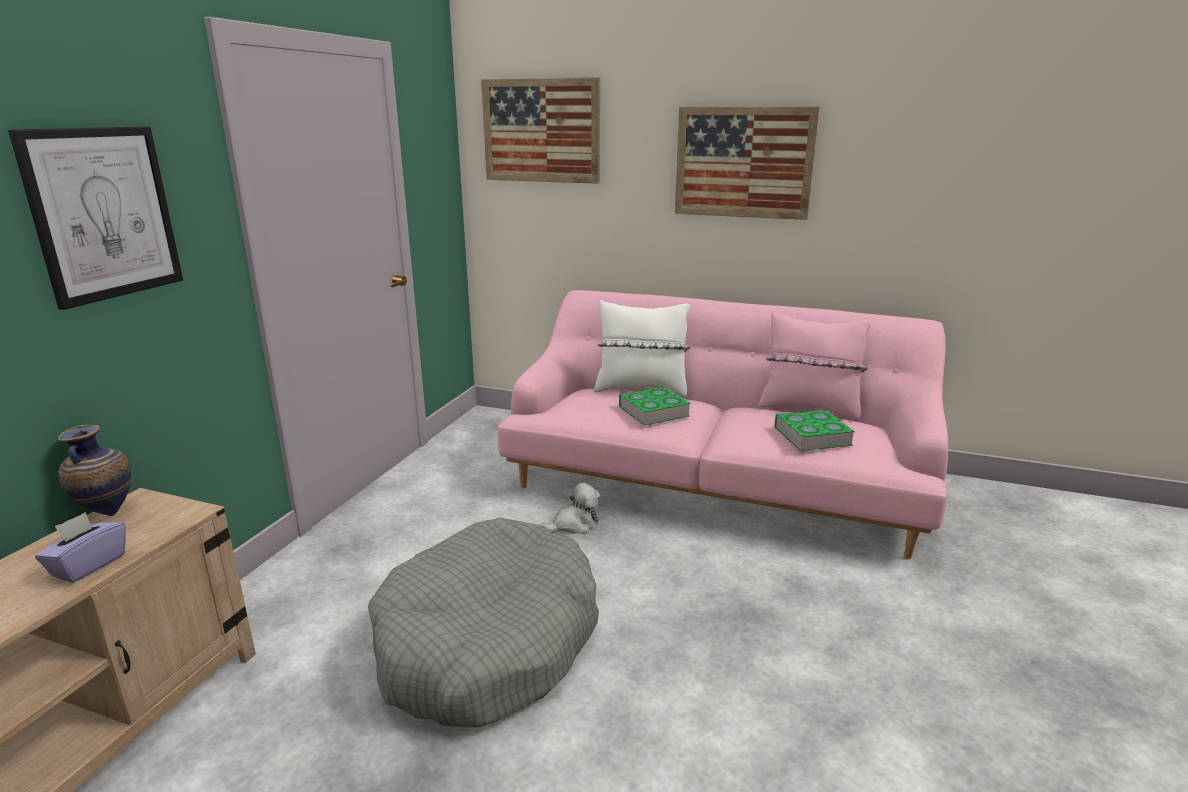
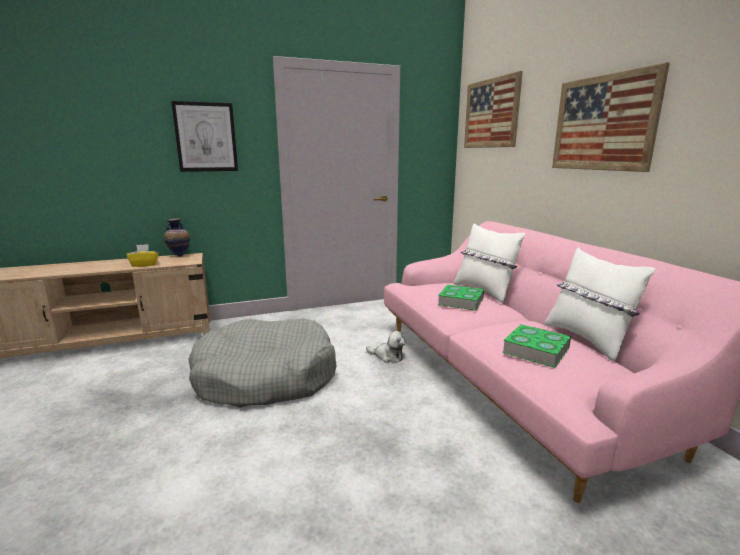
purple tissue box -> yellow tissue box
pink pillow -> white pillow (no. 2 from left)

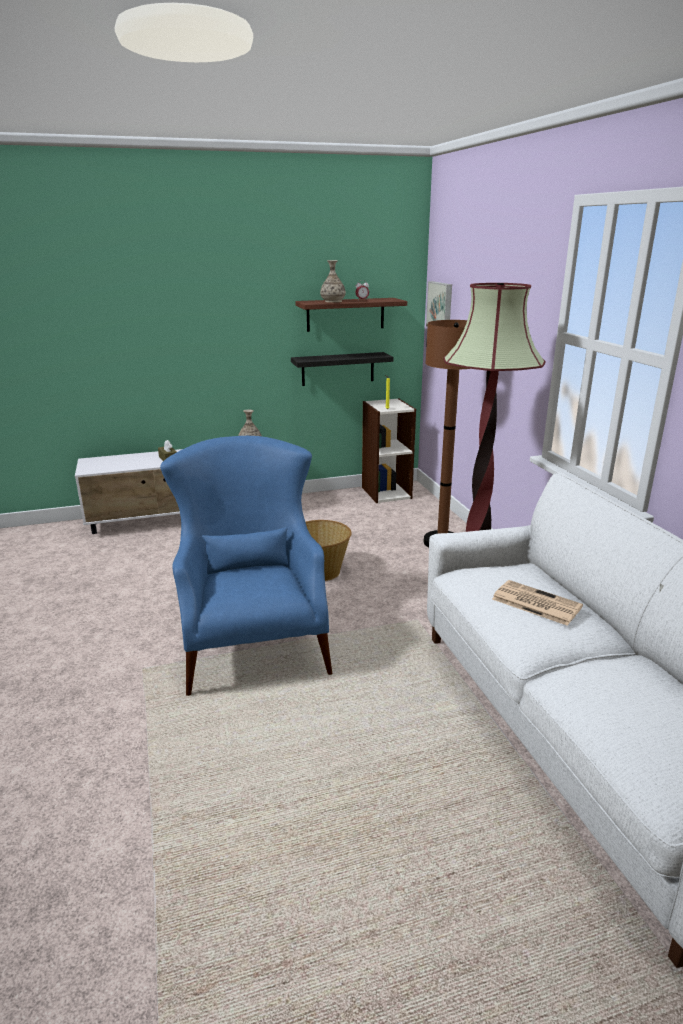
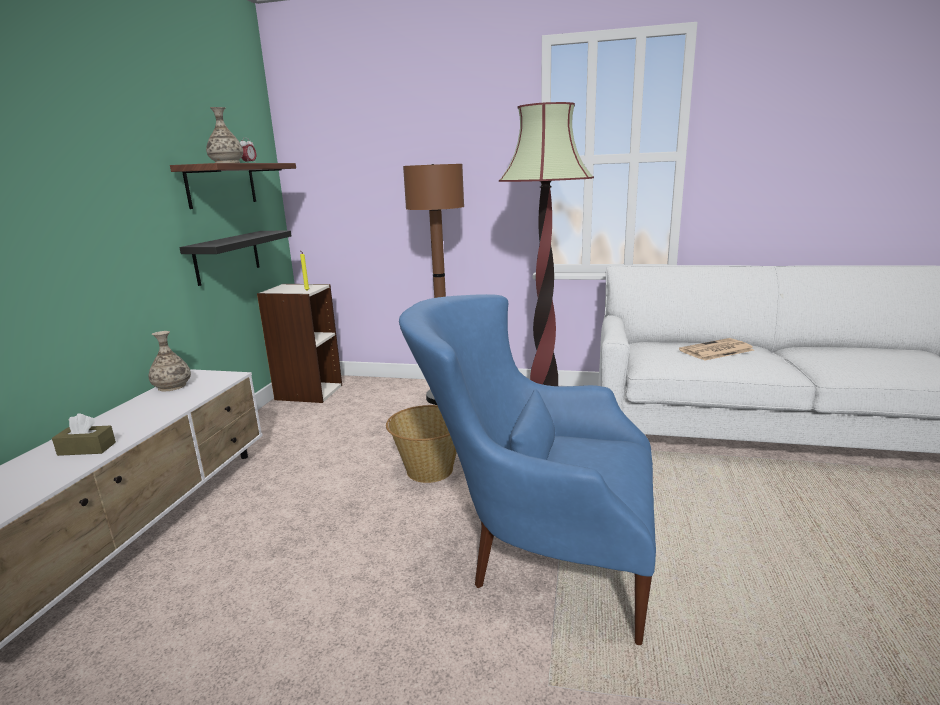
picture -> none

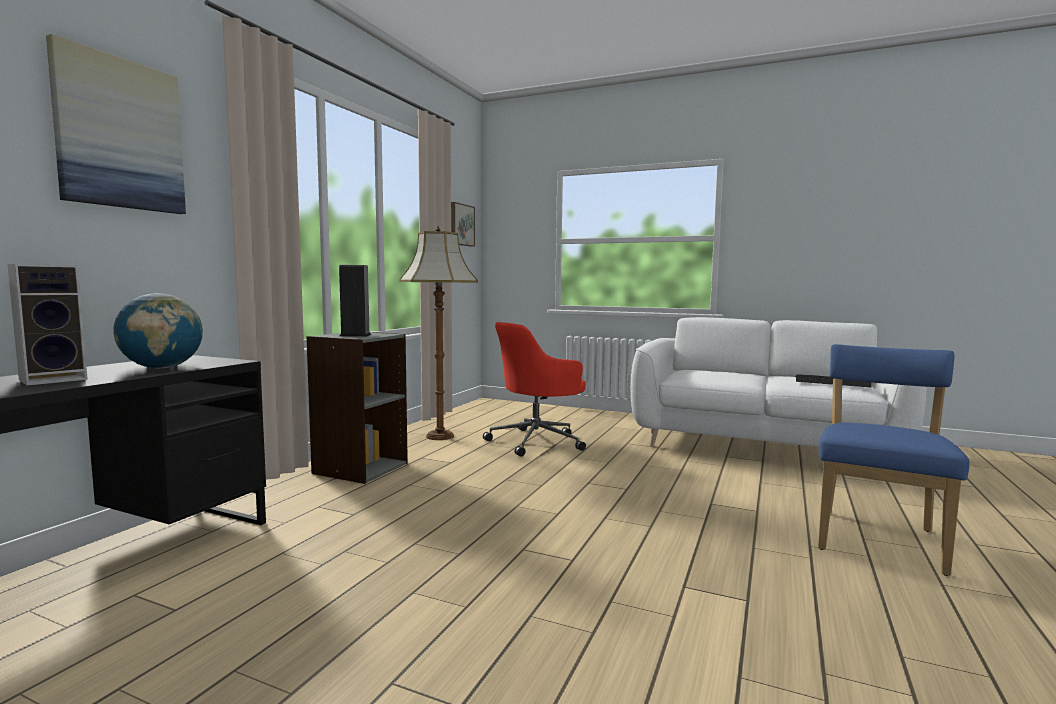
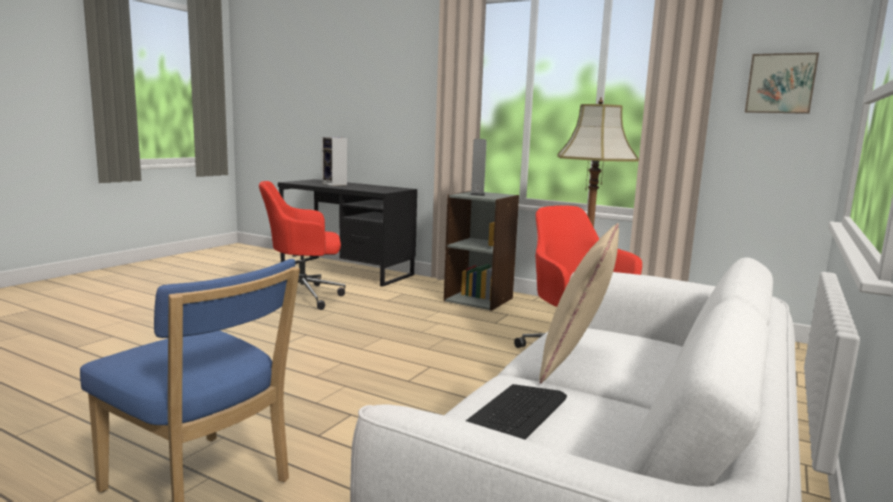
none -> red office chair (no. 1 from left)
none -> beige pillow
picture (no. 1 from left) -> none
globe -> none

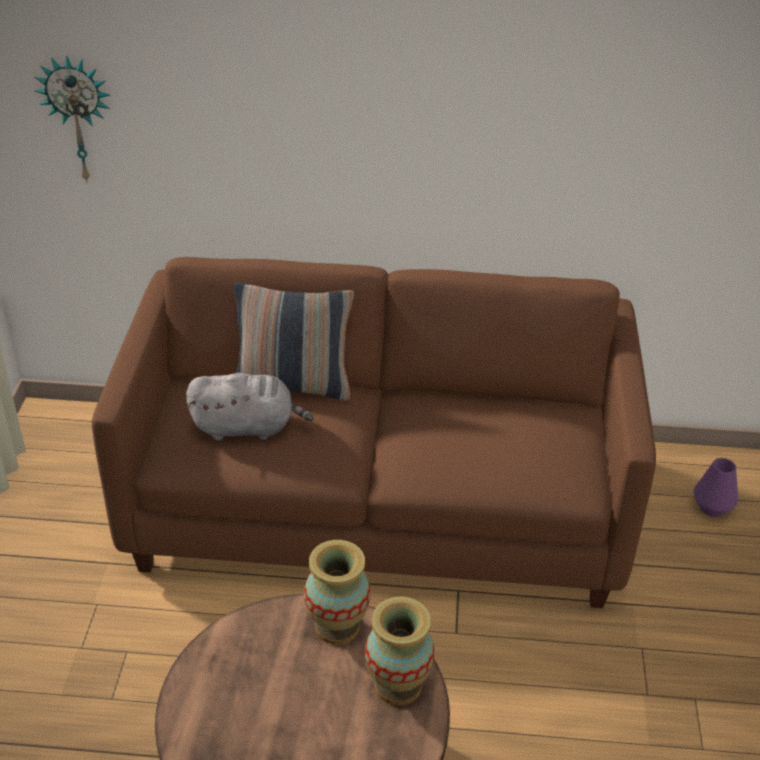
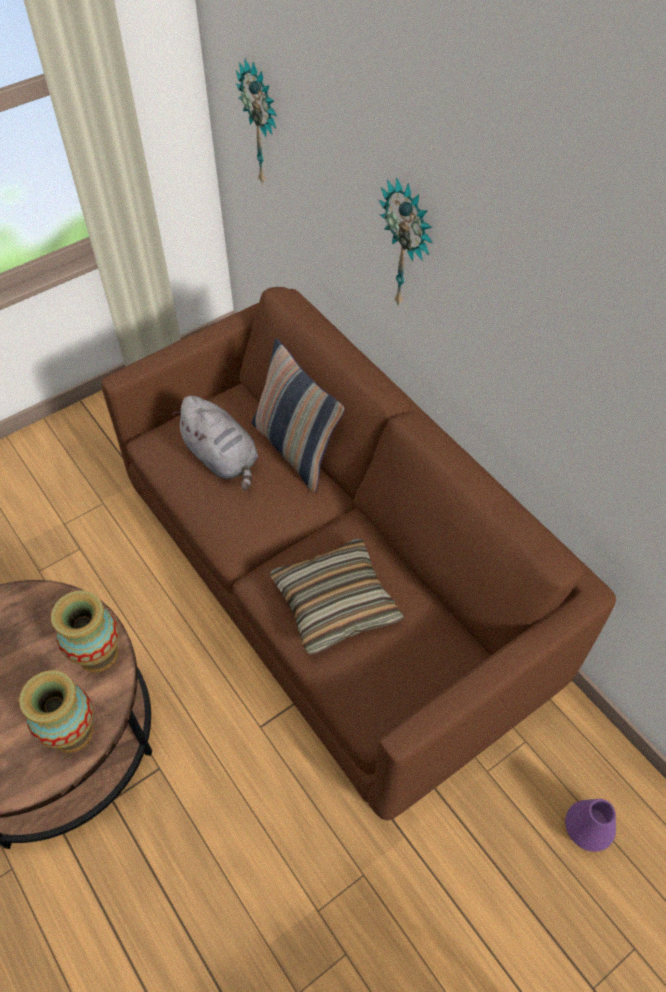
none -> pillow (no. 2 from left)
none -> wall clock (no. 2 from left)

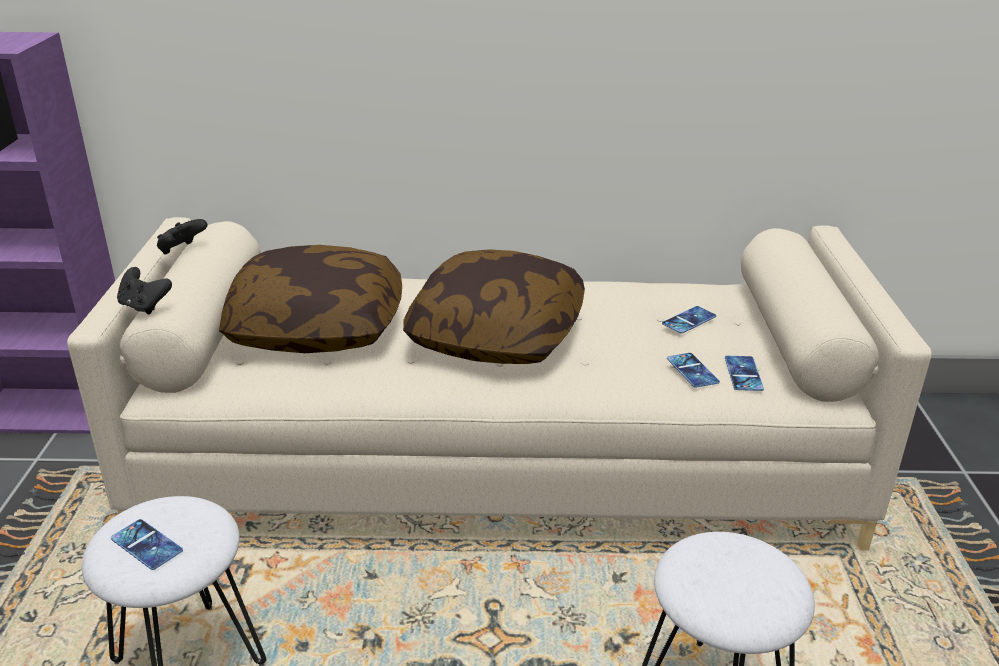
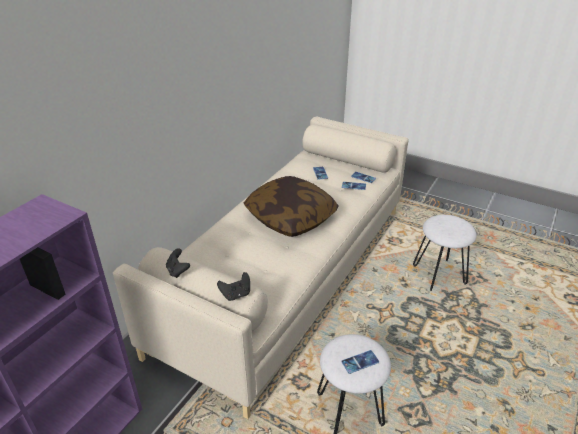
pillow (no. 1 from left) -> none

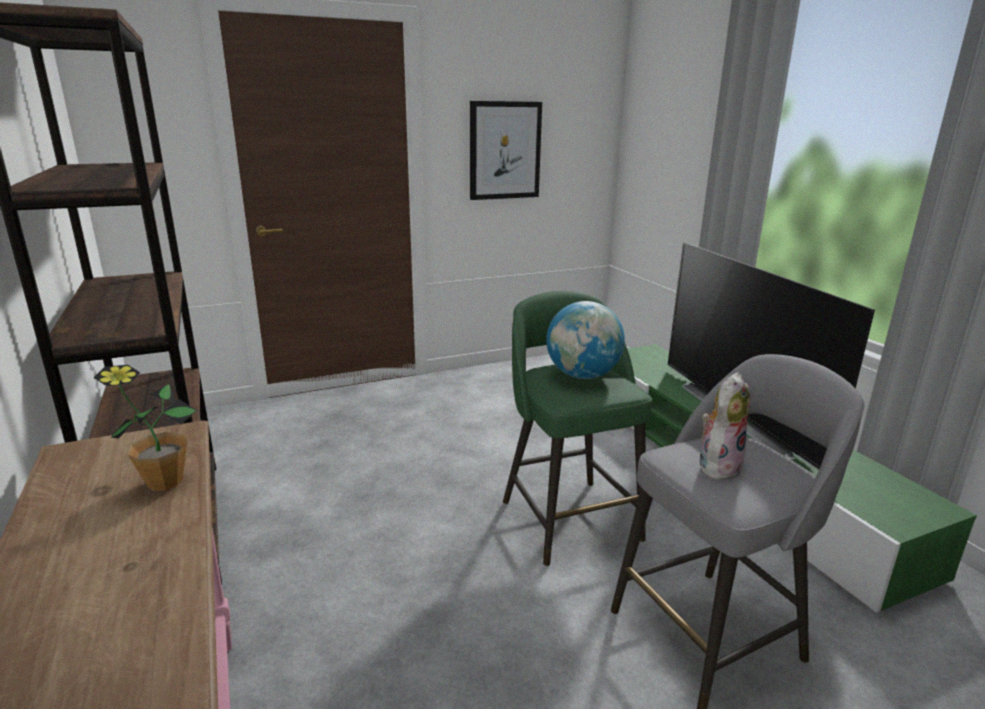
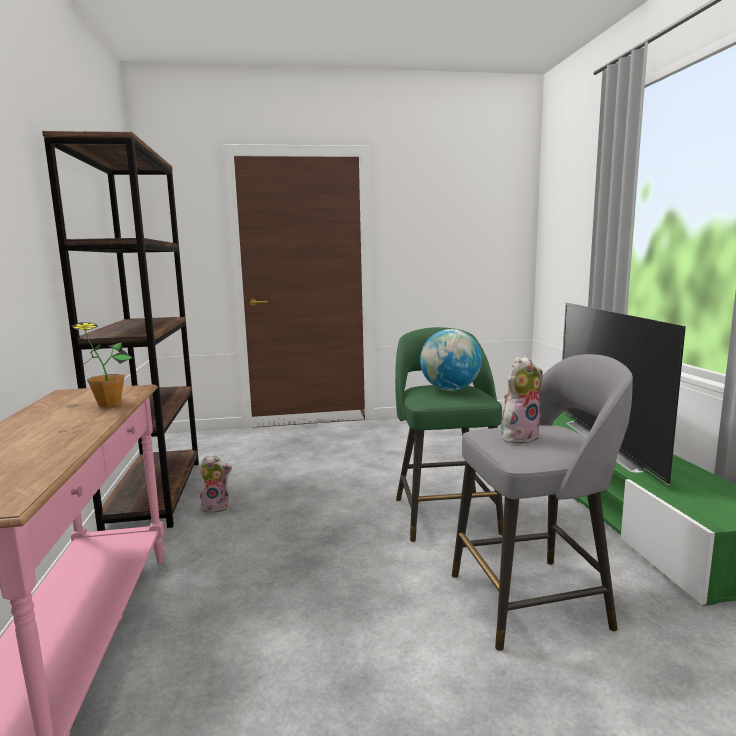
none -> plush toy (no. 1 from left)
picture -> none

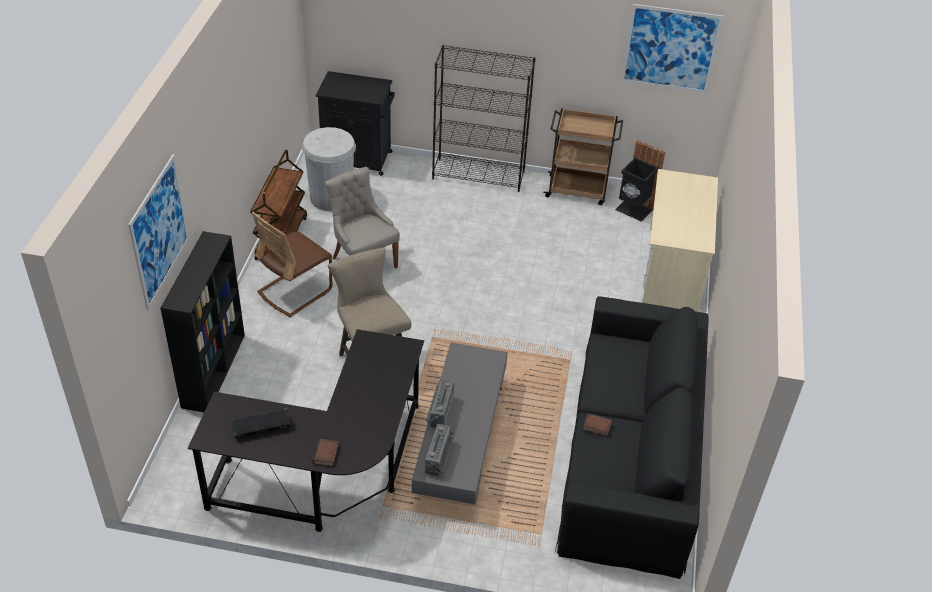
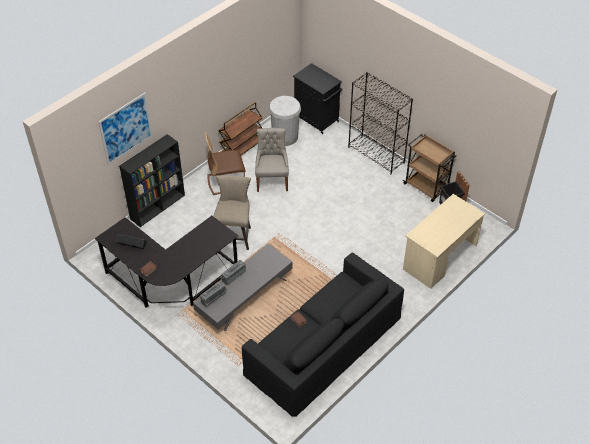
picture (no. 2 from left) -> none

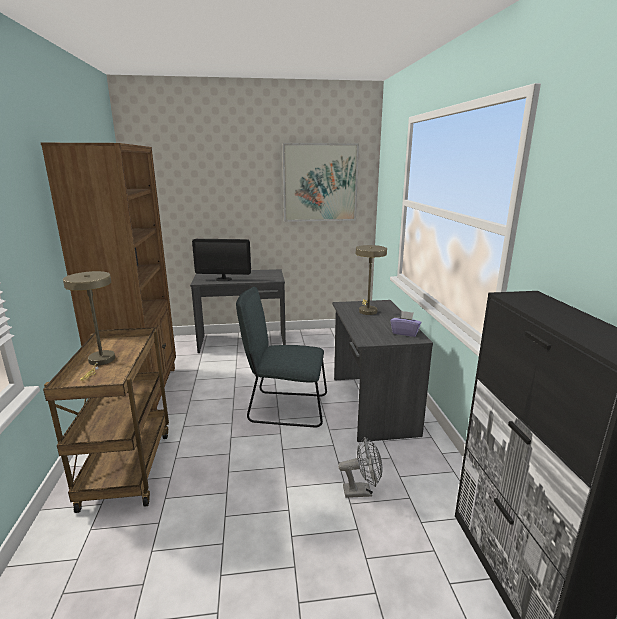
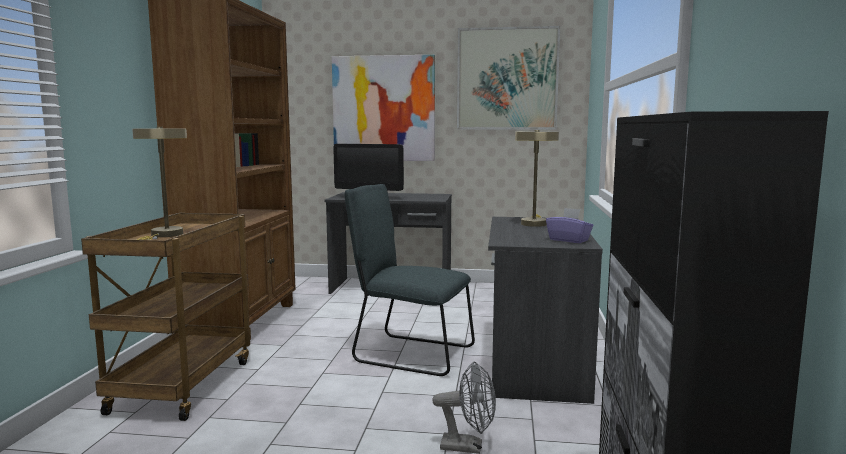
none -> picture (no. 1 from left)

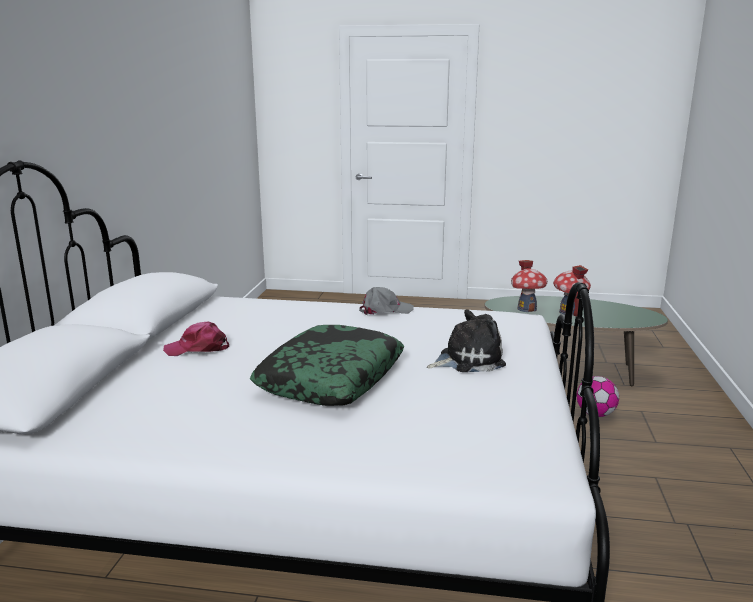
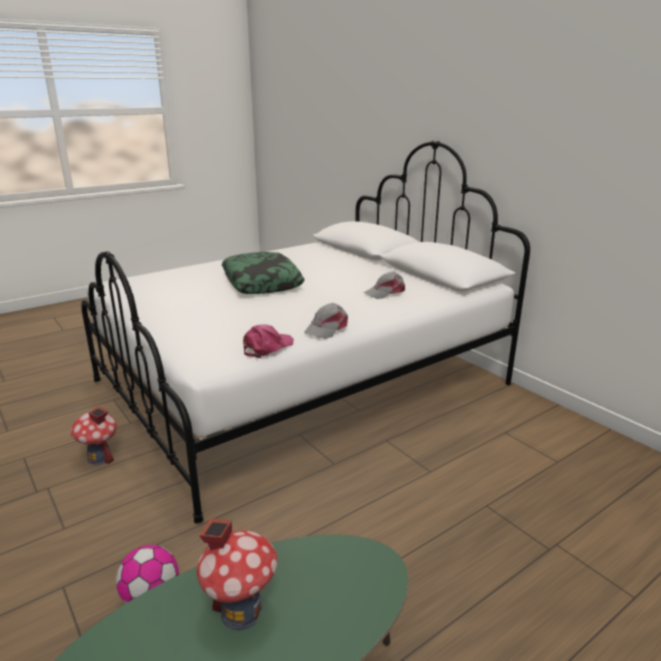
toy house (no. 1 from left), relocated
pink cap, relocated
none -> grey cap (no. 2 from left)
plush toy -> none

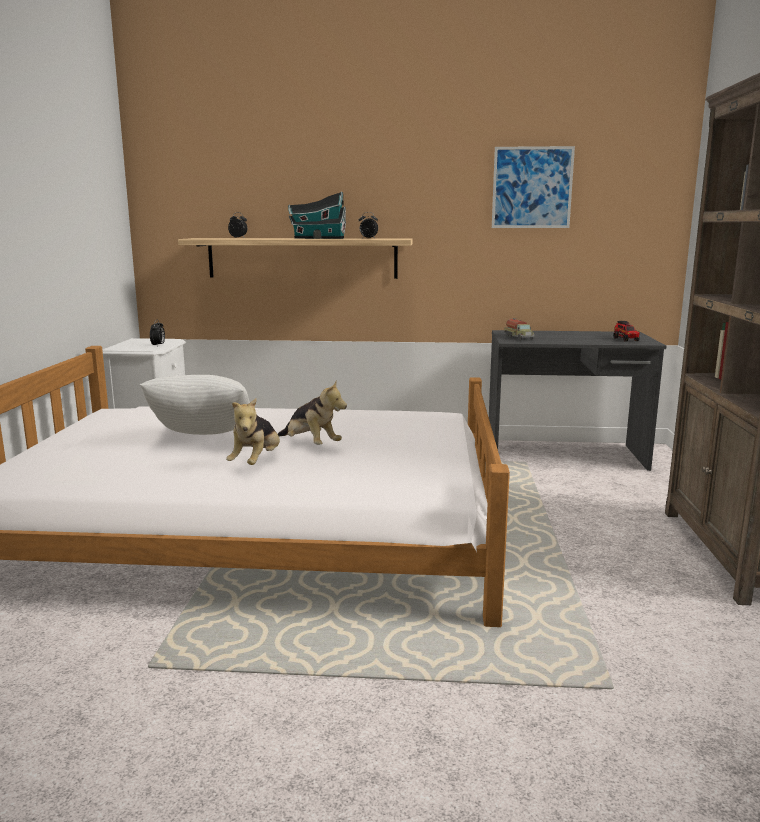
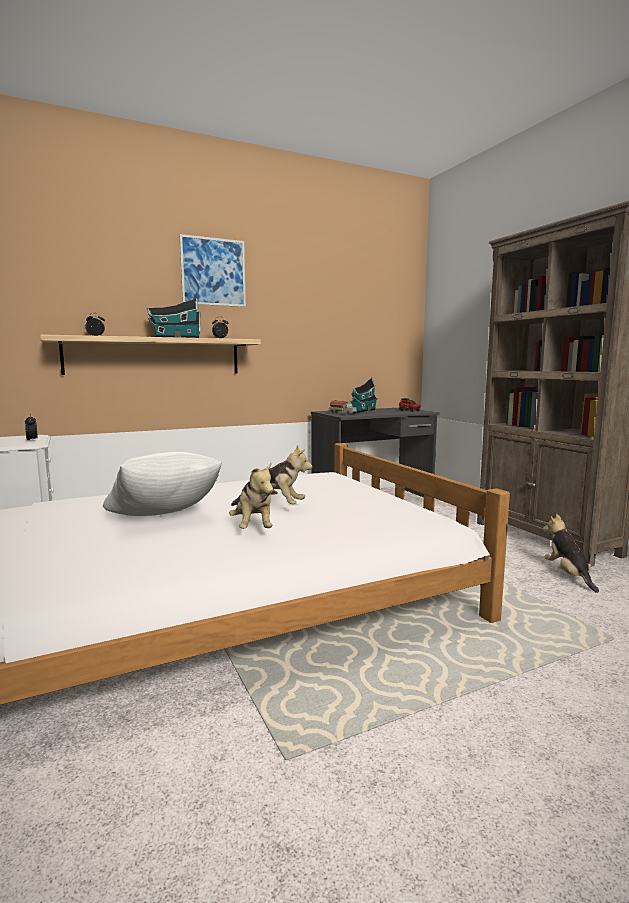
picture, relocated
none -> toy house (no. 2 from left)
none -> plush toy (no. 3 from left)

